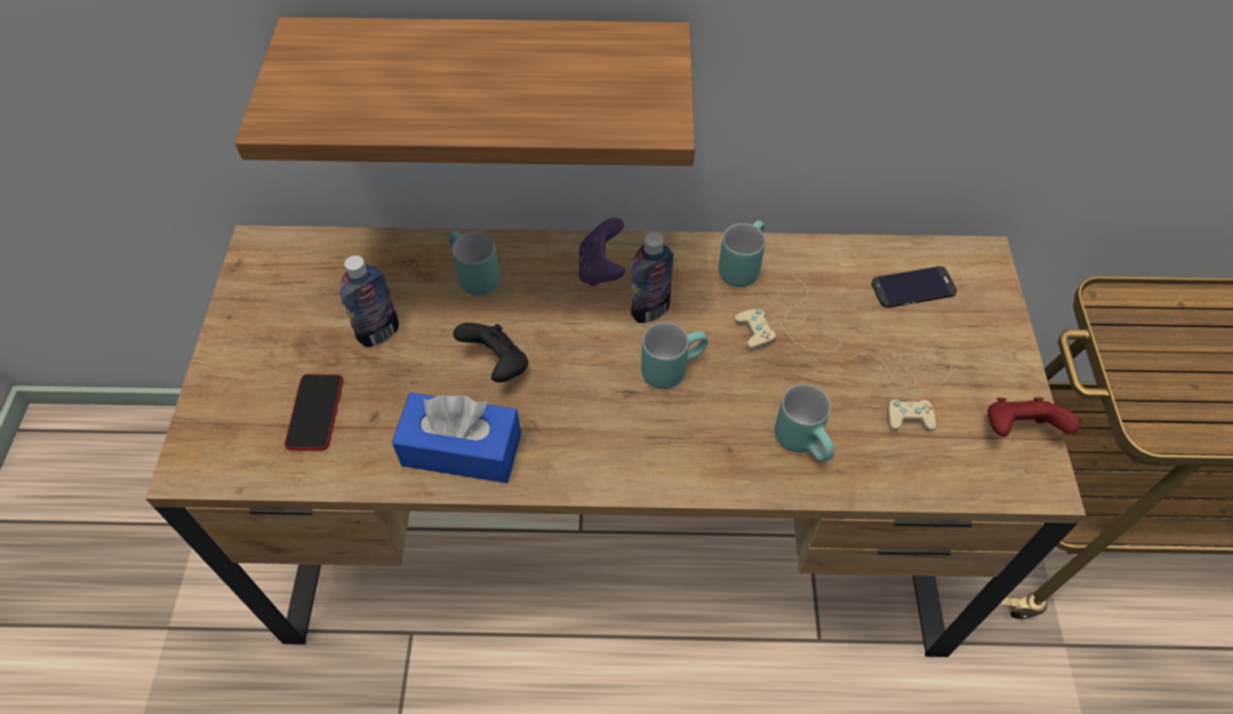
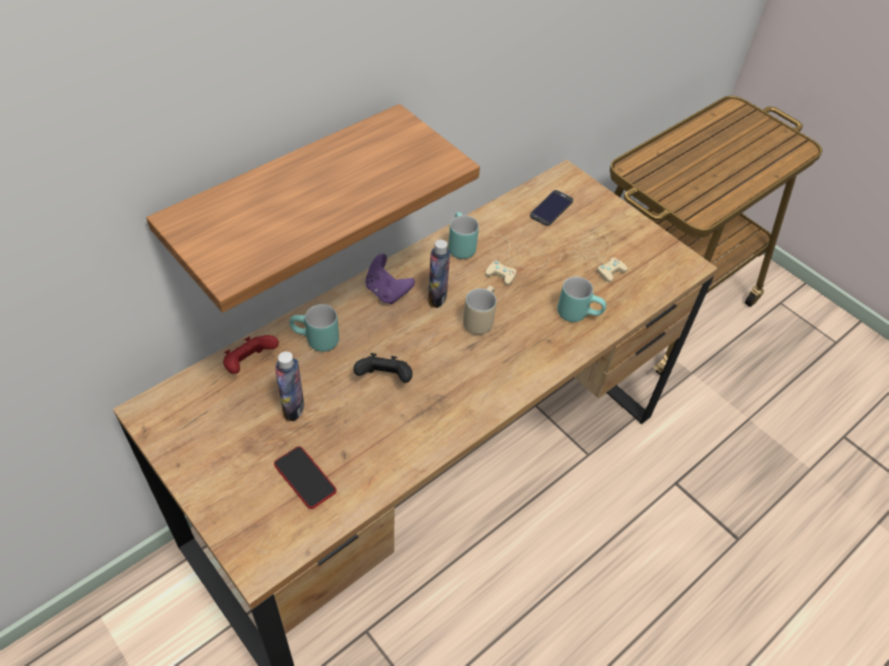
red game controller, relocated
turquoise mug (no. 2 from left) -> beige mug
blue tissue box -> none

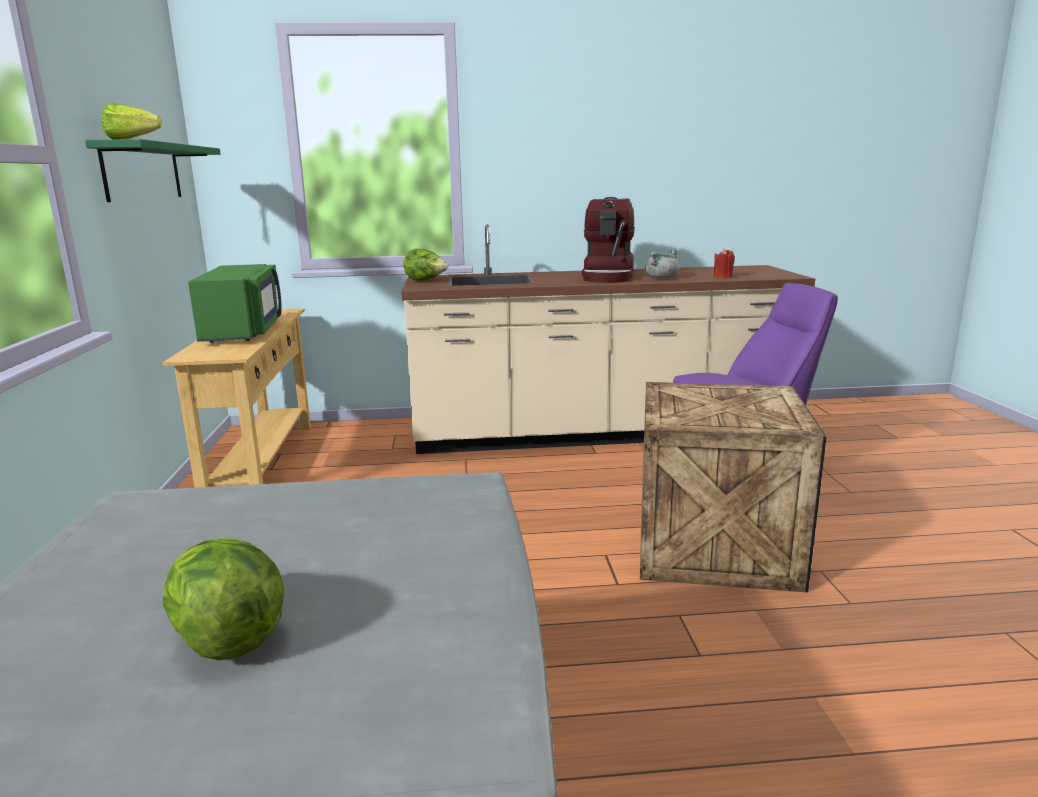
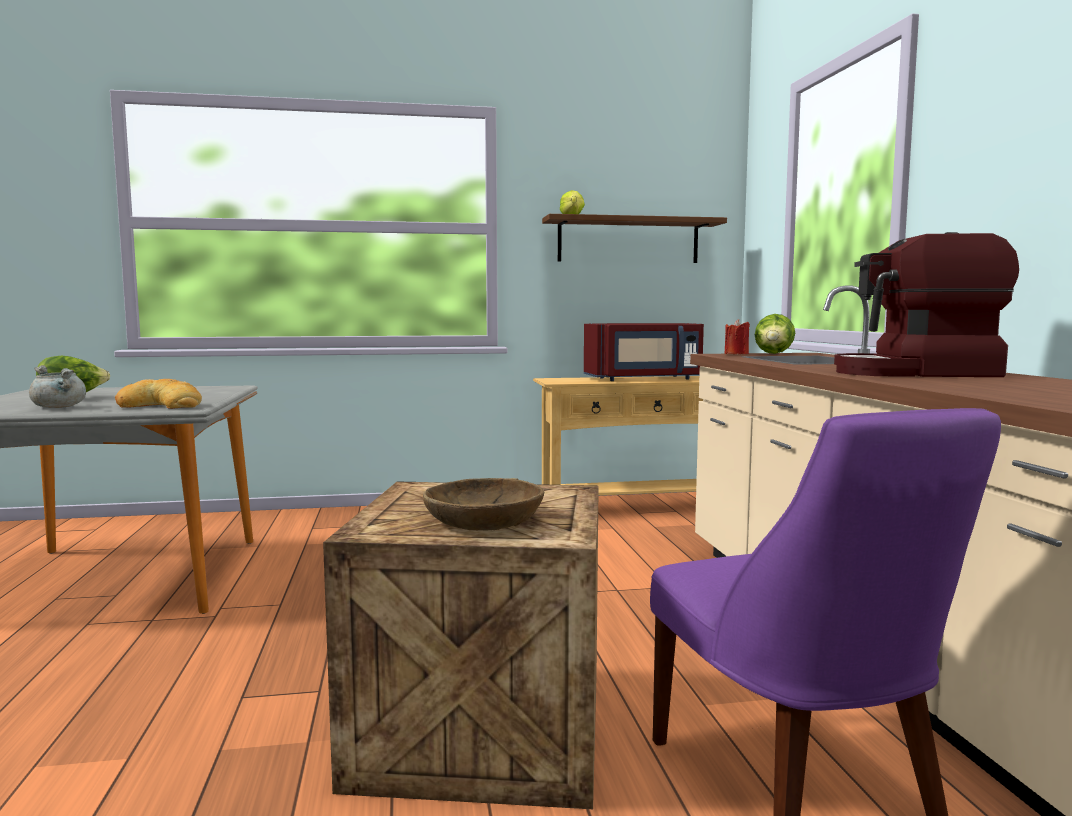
grey cooking pot, relocated
none -> bread
none -> brown bowl
green shelf -> brown shelf
green microwave -> red microwave
red candle, relocated

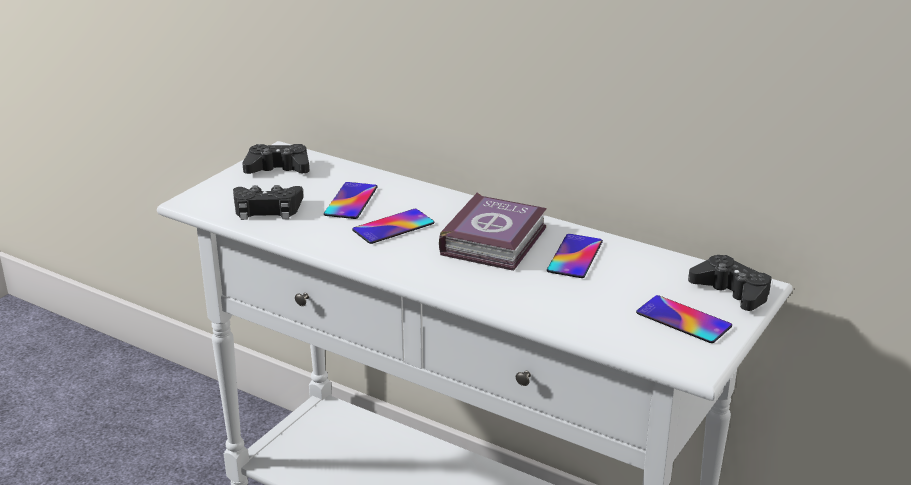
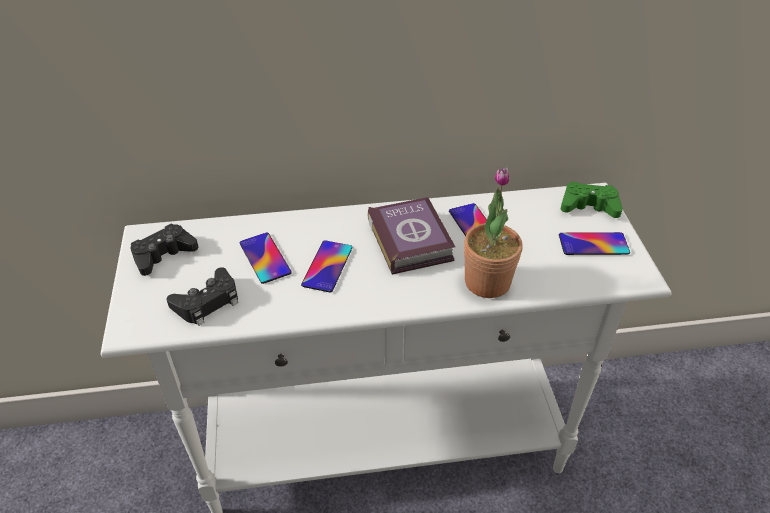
none -> potted plant
black game controller (no. 3 from left) -> green game controller

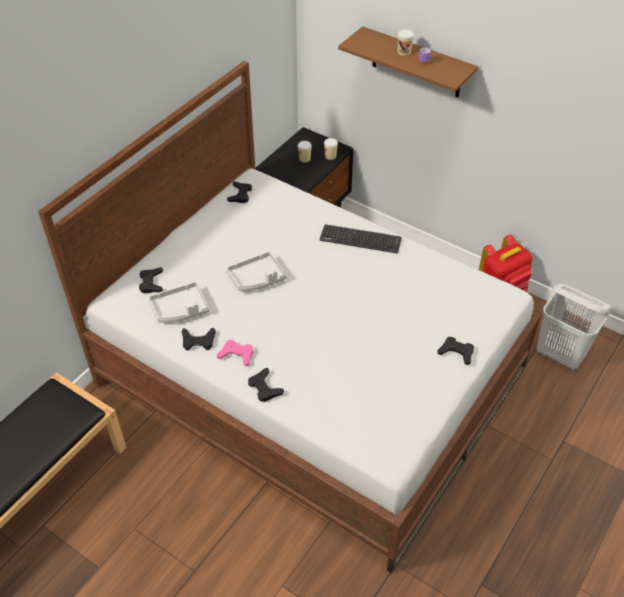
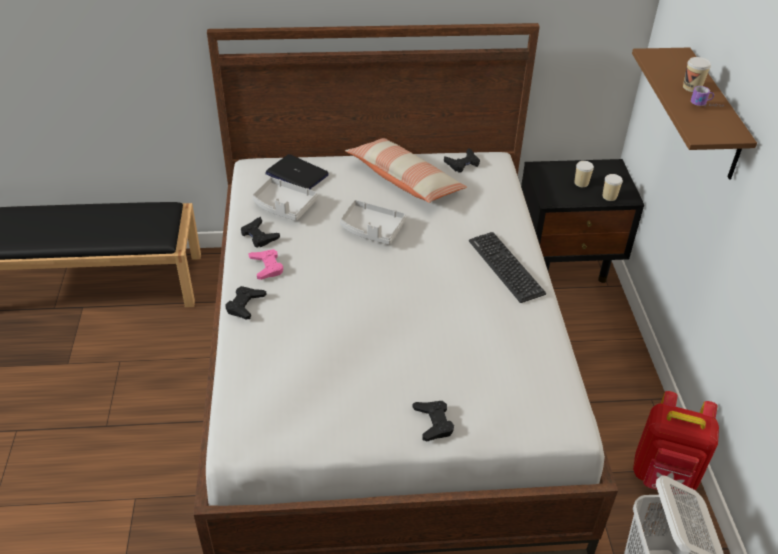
black game controller (no. 1 from left) -> laptop
none -> pillow

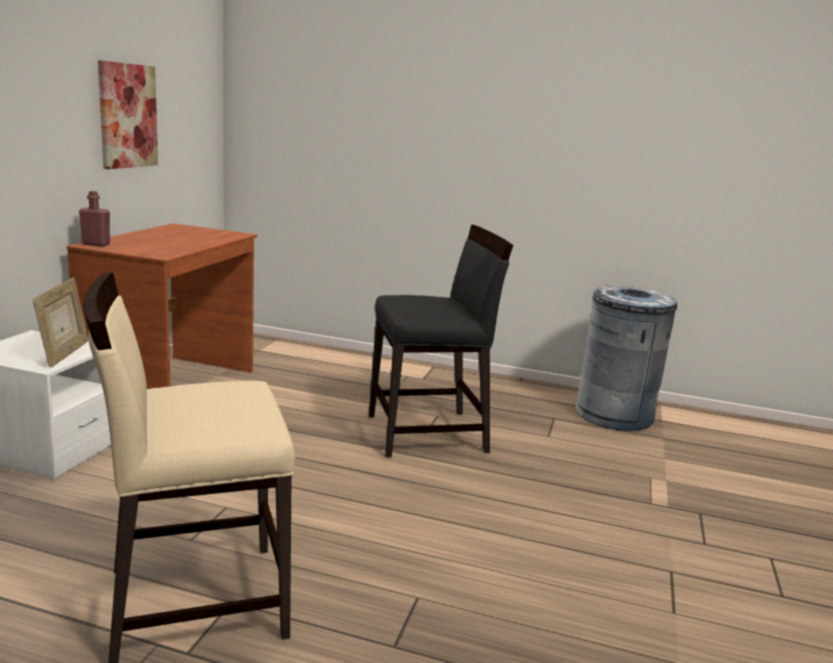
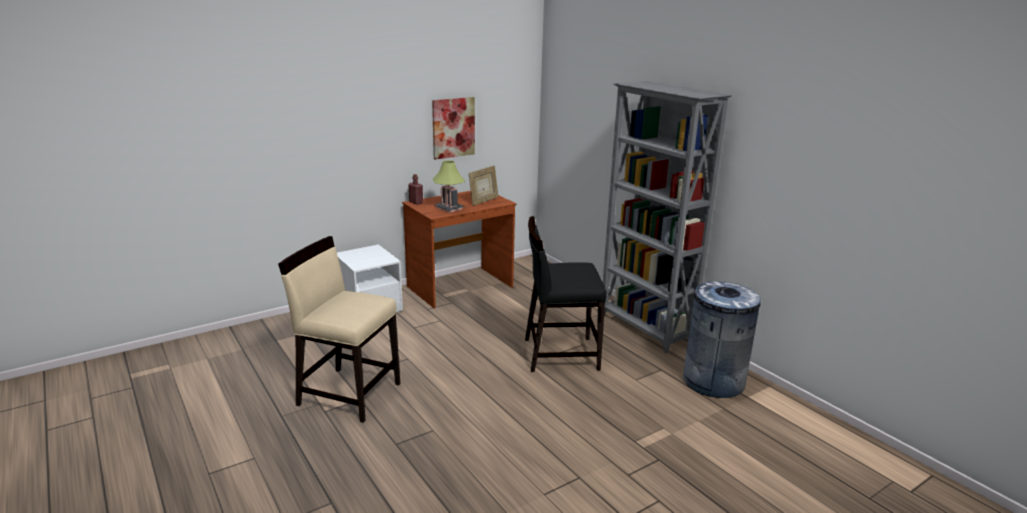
none -> table lamp
picture frame, relocated
black chair, 150 degrees clockwise
none -> grey bookcase

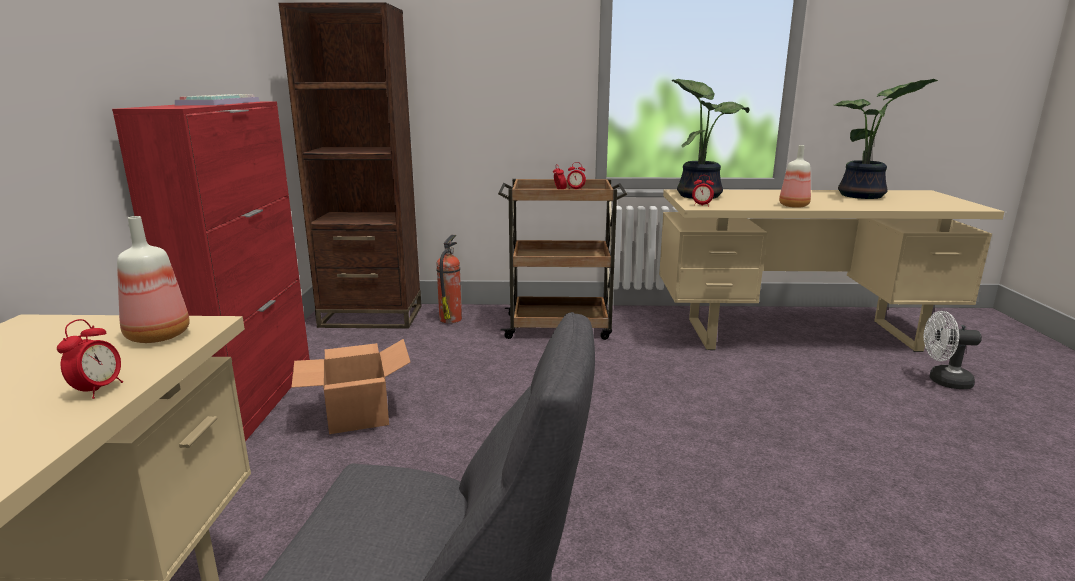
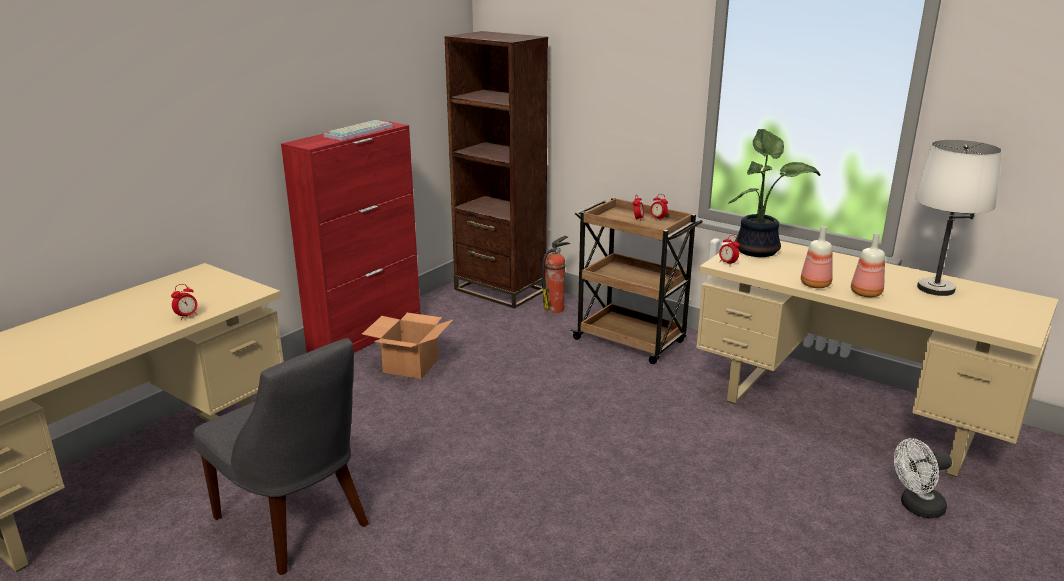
bottle (no. 1 from left in the first image) -> bottle (no. 2 from left), relocated
white fan, 60 degrees counterclockwise
potted plant (no. 2 from left) -> white table lamp

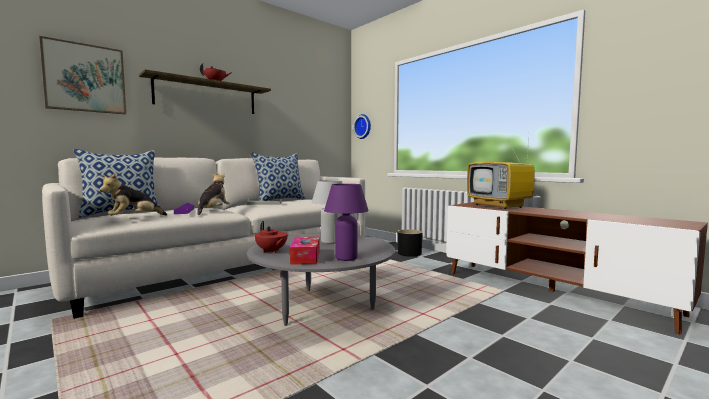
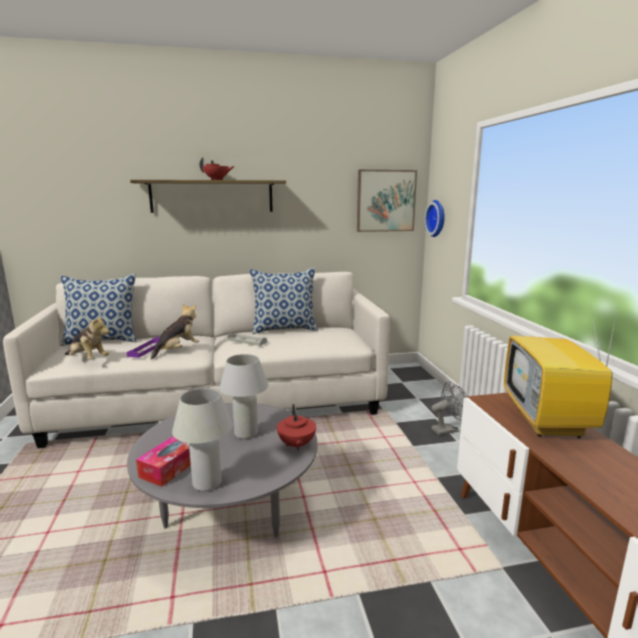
plush toy (no. 1 from left), 135 degrees counterclockwise
purple table lamp -> white table lamp (no. 1 from left)
red teapot (no. 2 from left), relocated
picture, relocated
black planter -> grey fan

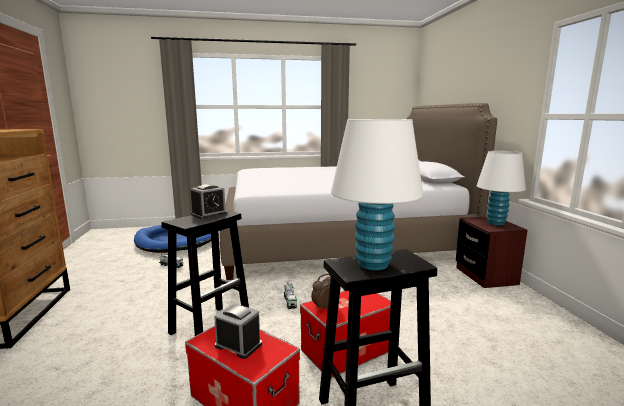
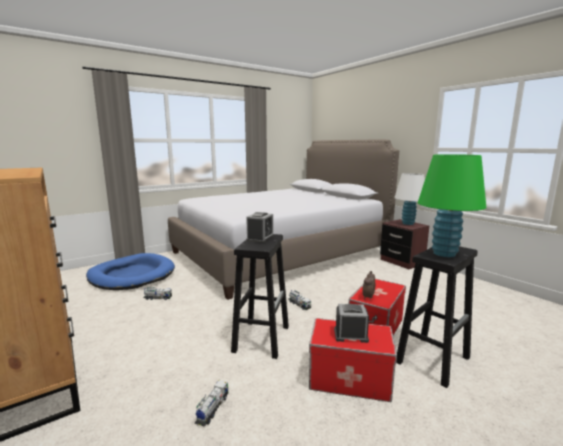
none -> toy truck (no. 2 from left)
white table lamp (no. 1 from left) -> green table lamp

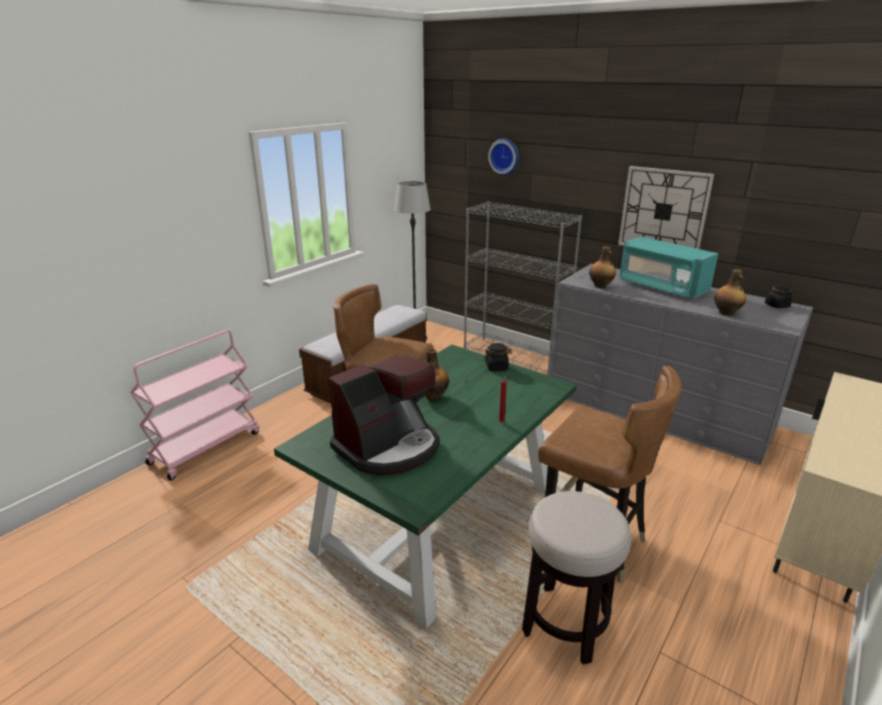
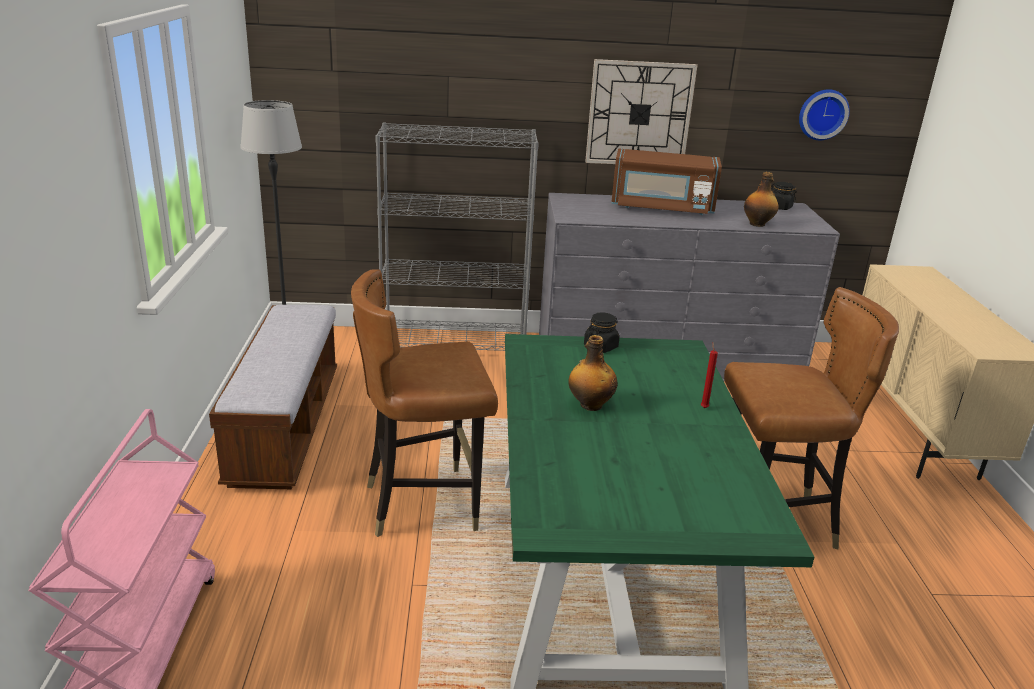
turquoise microwave -> brown microwave
wall clock (no. 1 from left in the first image) -> wall clock (no. 2 from left), relocated
coffee machine -> none
stool -> none
bottle (no. 2 from left) -> none

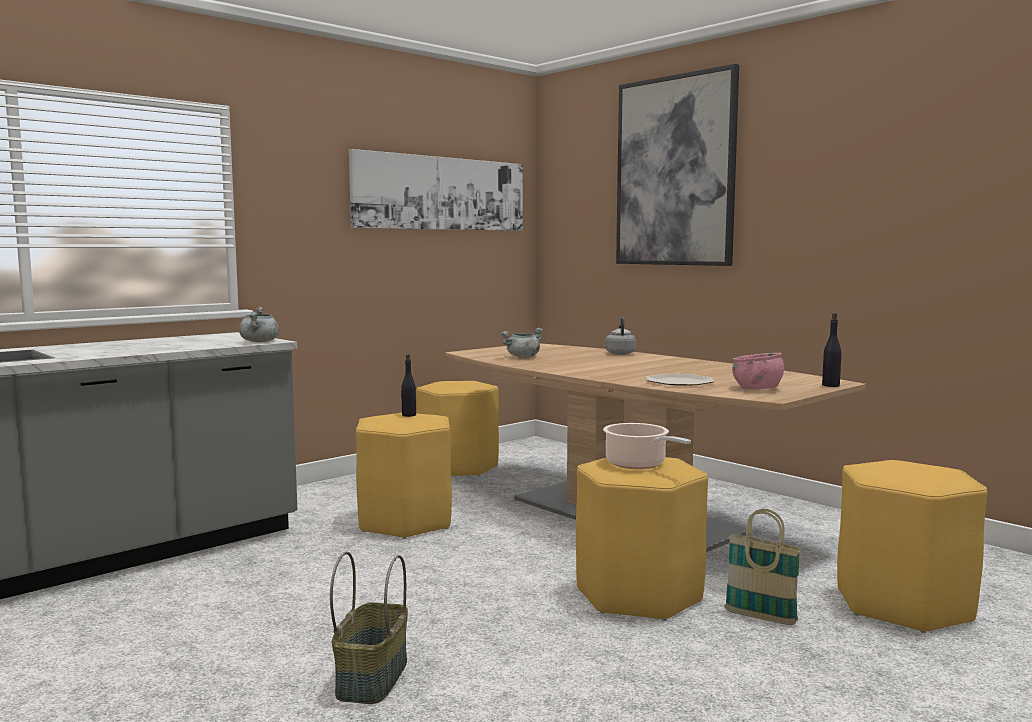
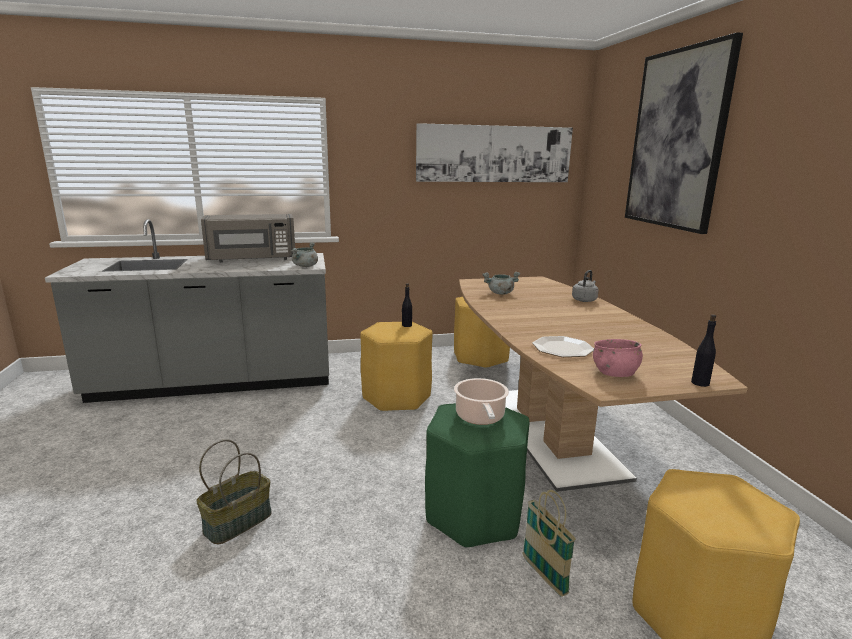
none -> grey microwave
yellow stool (no. 3 from left) -> green stool

